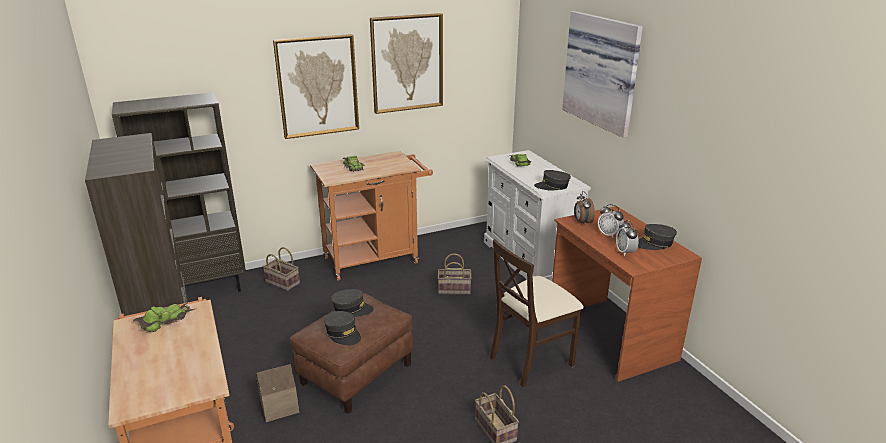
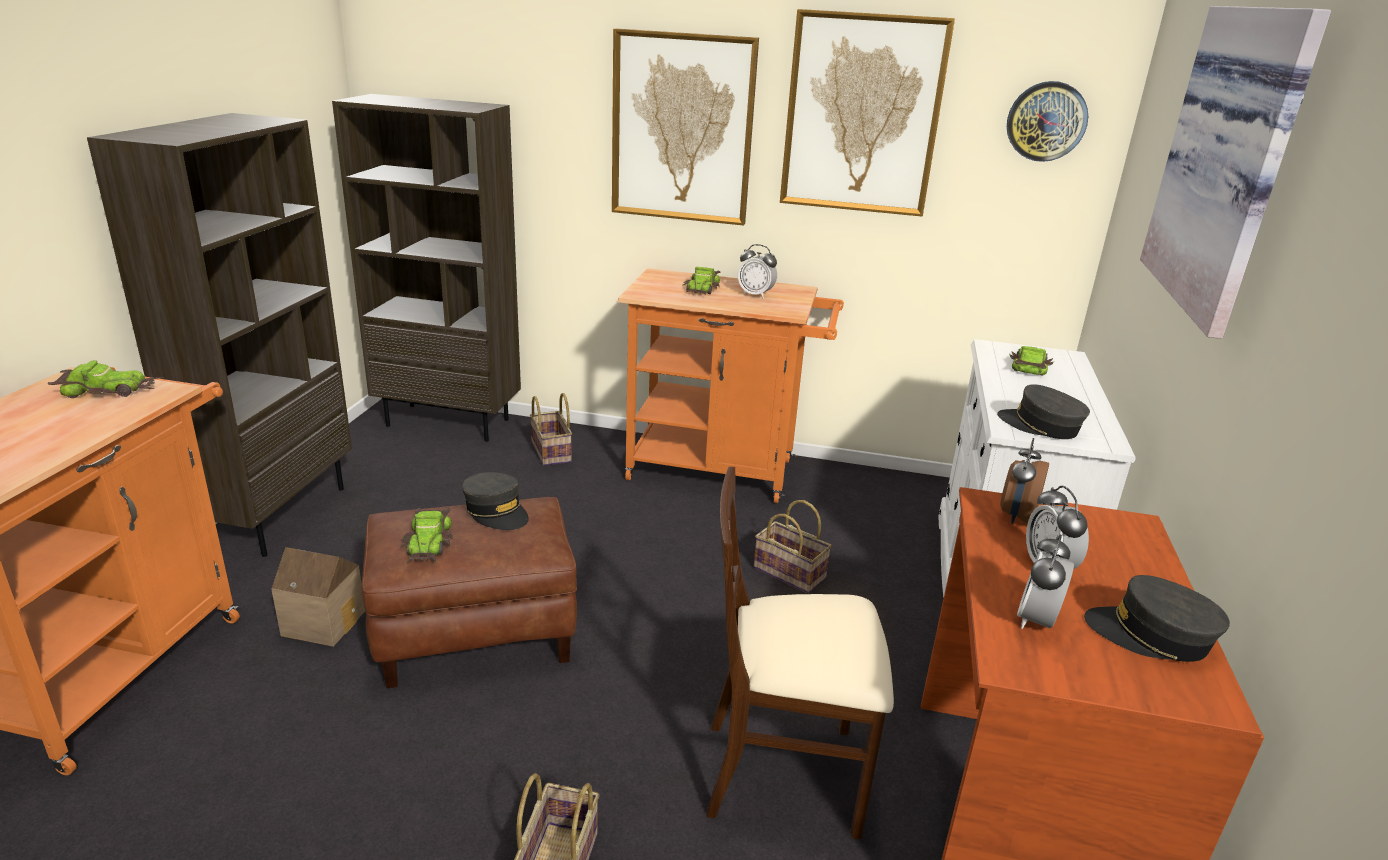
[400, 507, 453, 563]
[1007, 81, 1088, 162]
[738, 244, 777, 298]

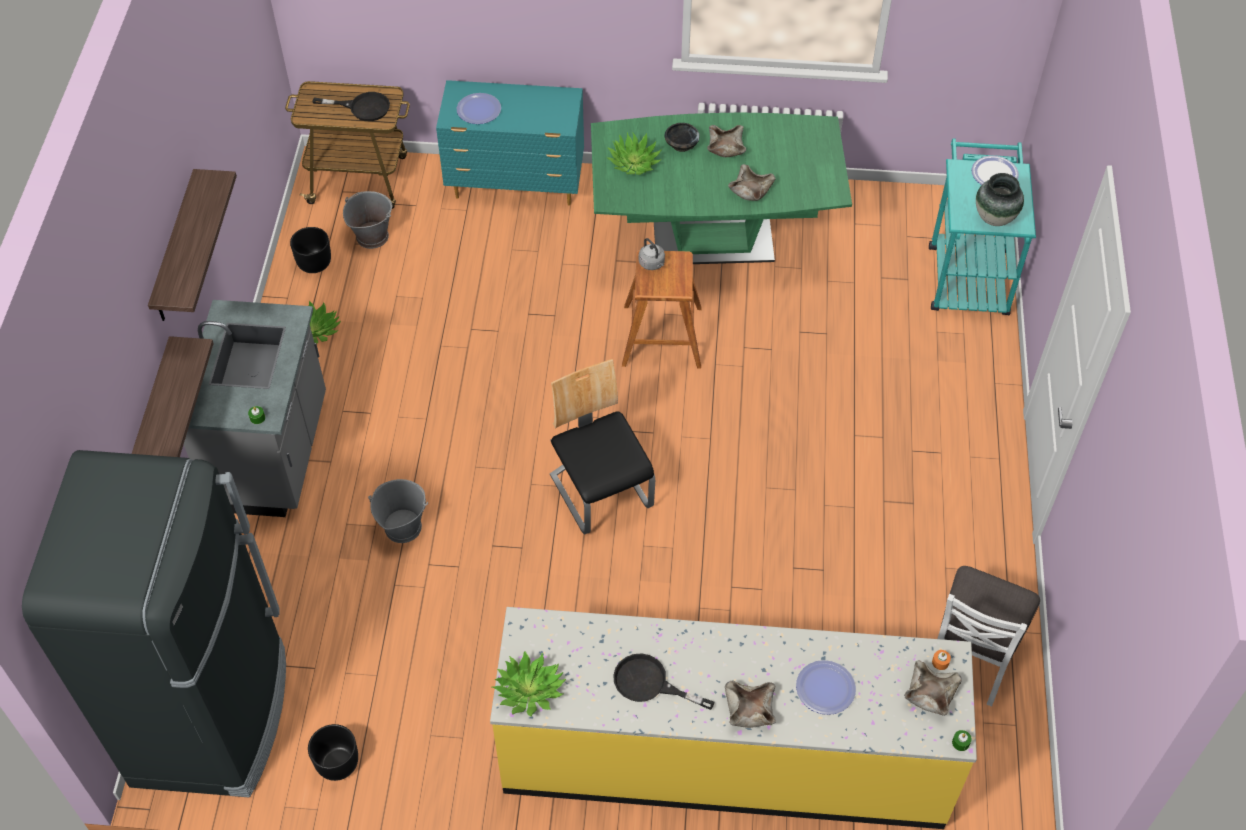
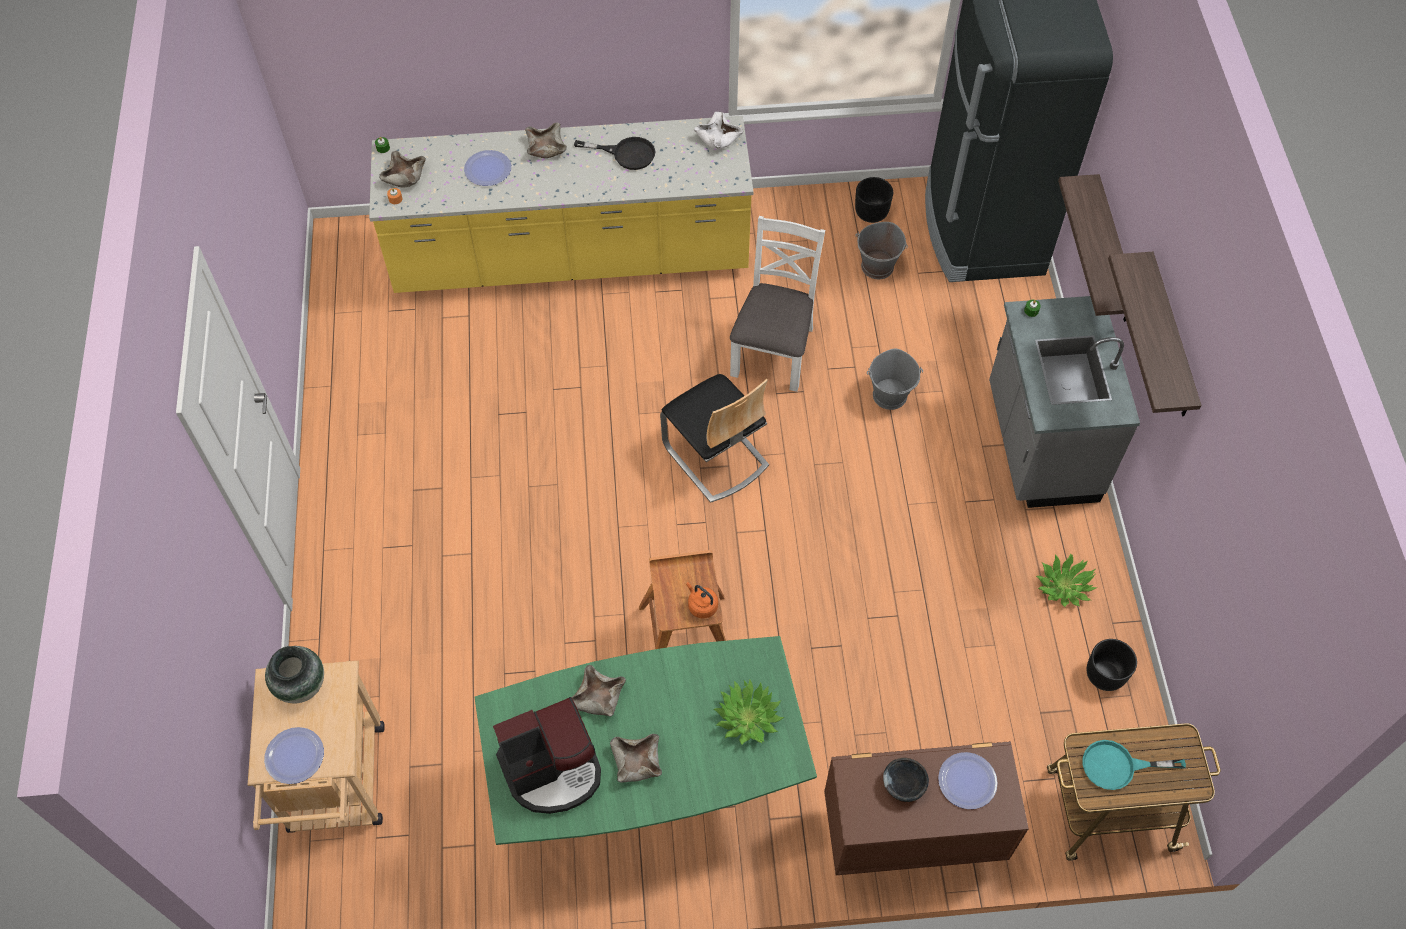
[824, 741, 1029, 875]
[1083, 740, 1186, 790]
[883, 758, 929, 802]
[248, 661, 385, 833]
[855, 222, 908, 279]
[686, 582, 718, 618]
[730, 216, 825, 392]
[694, 112, 743, 149]
[493, 697, 601, 814]

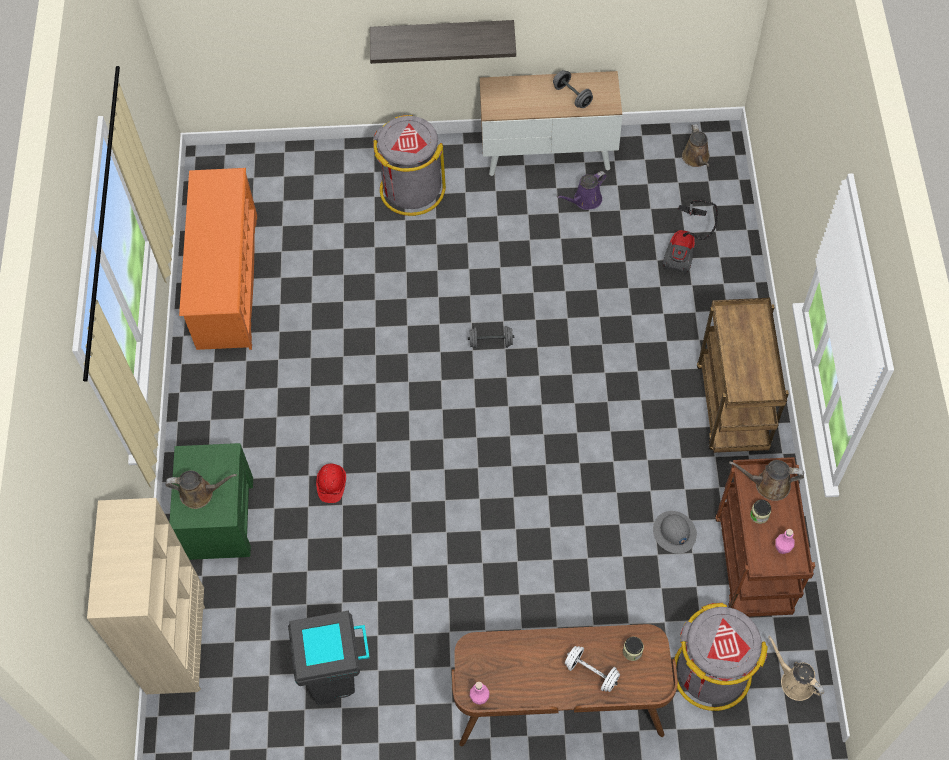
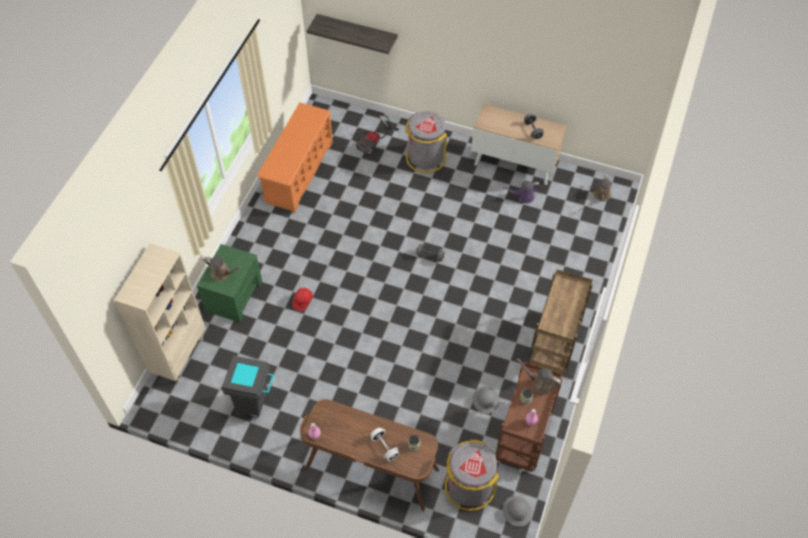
[307, 14, 398, 54]
[356, 113, 399, 155]
[502, 496, 532, 527]

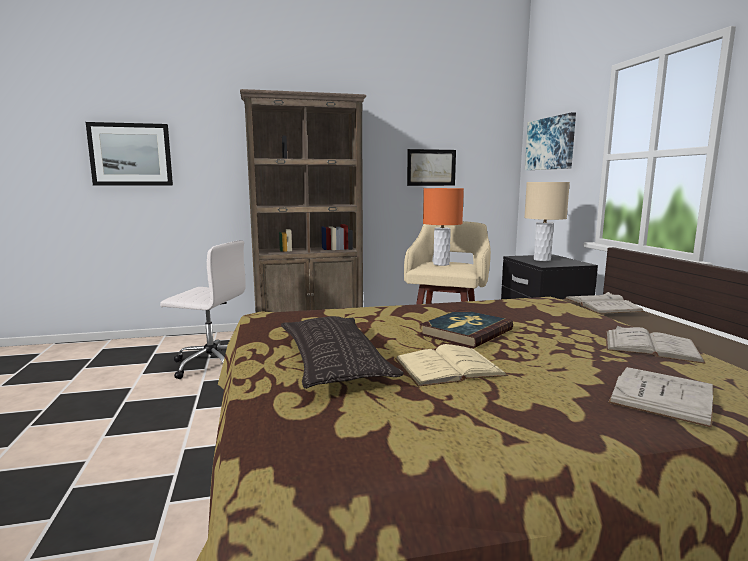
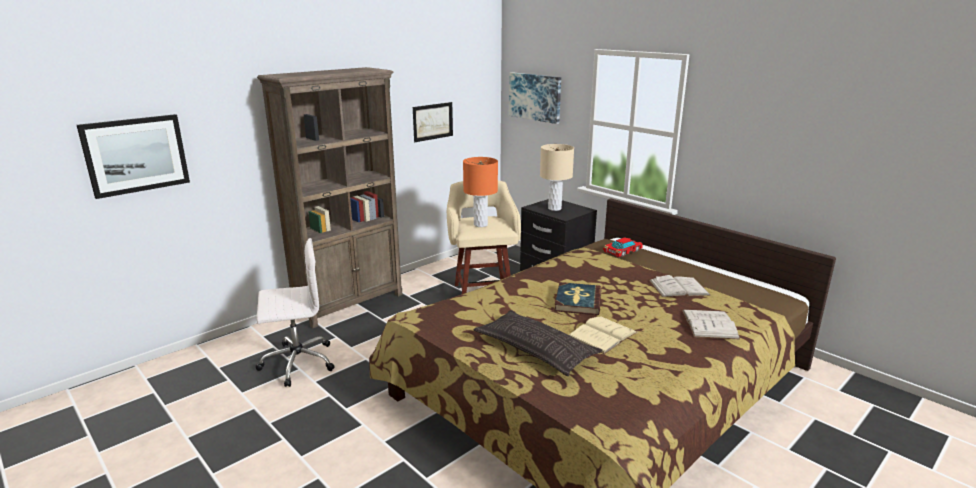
[603, 237, 643, 257]

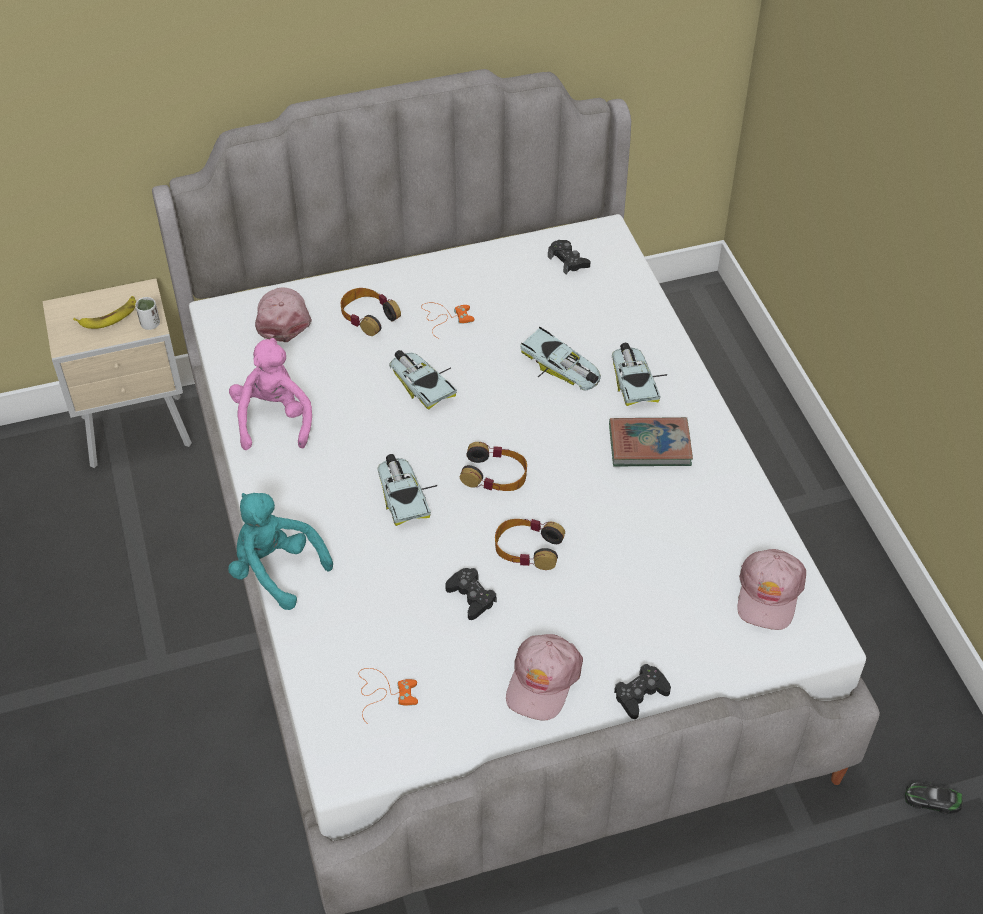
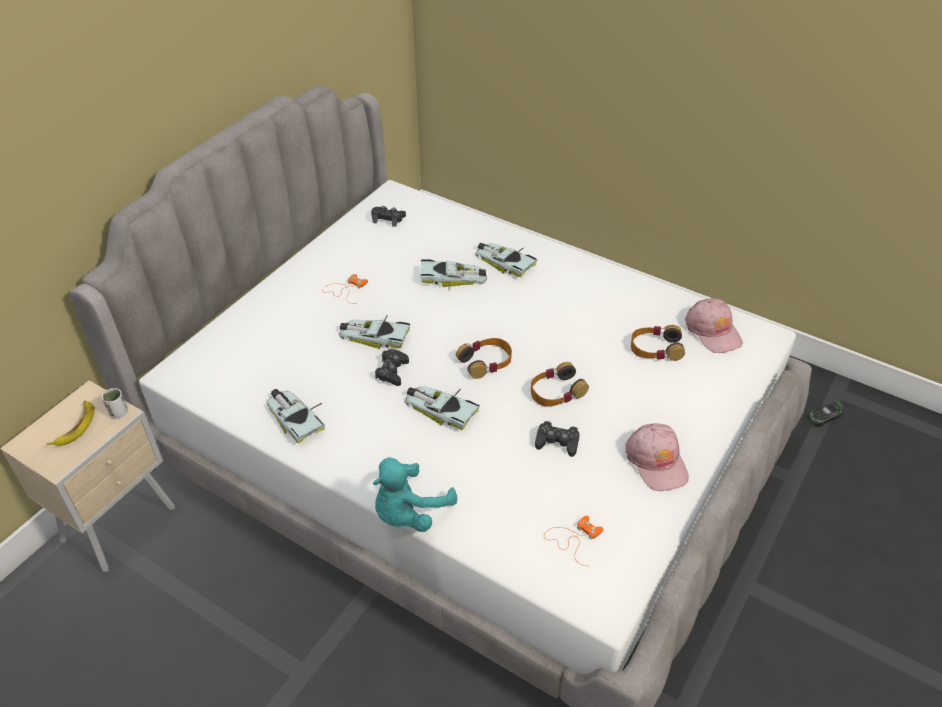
[255, 288, 312, 342] (first image)
[631, 325, 685, 361]
[266, 389, 325, 444]
[609, 417, 693, 467] (first image)
[373, 458, 457, 532]
[375, 349, 409, 386]

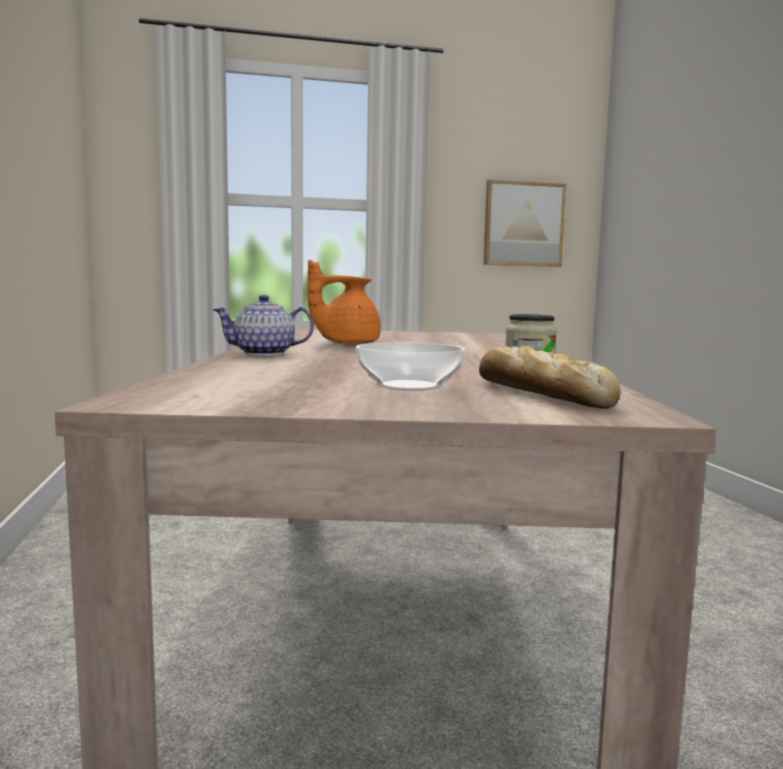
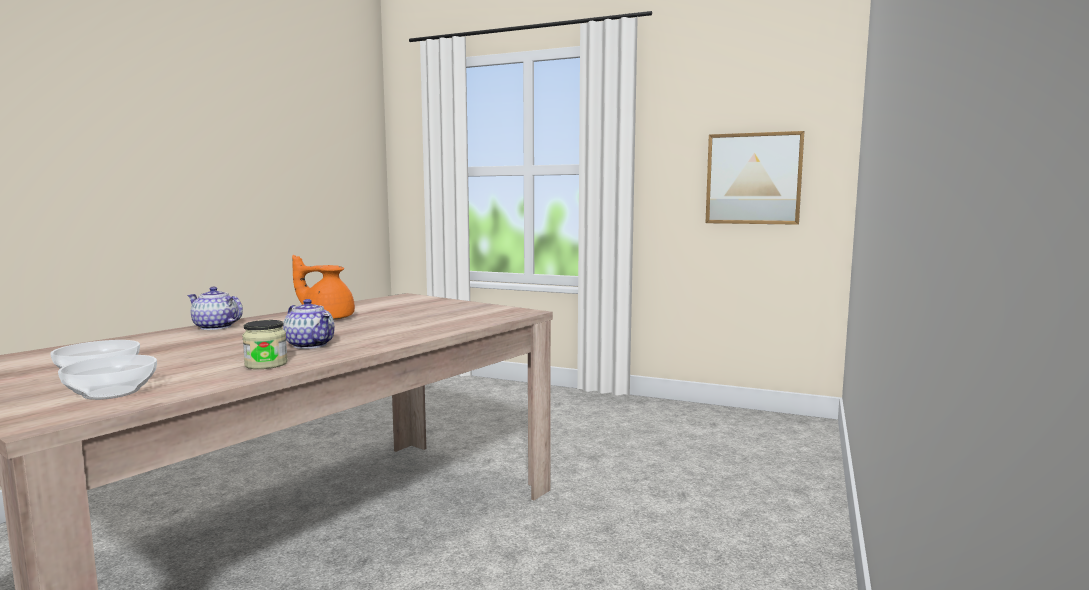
[58, 355, 157, 400]
[283, 299, 334, 349]

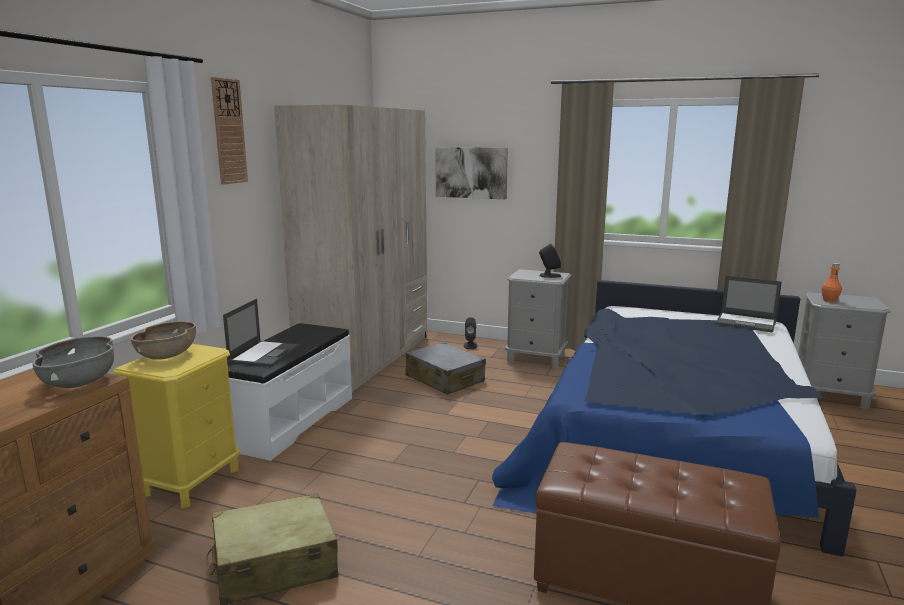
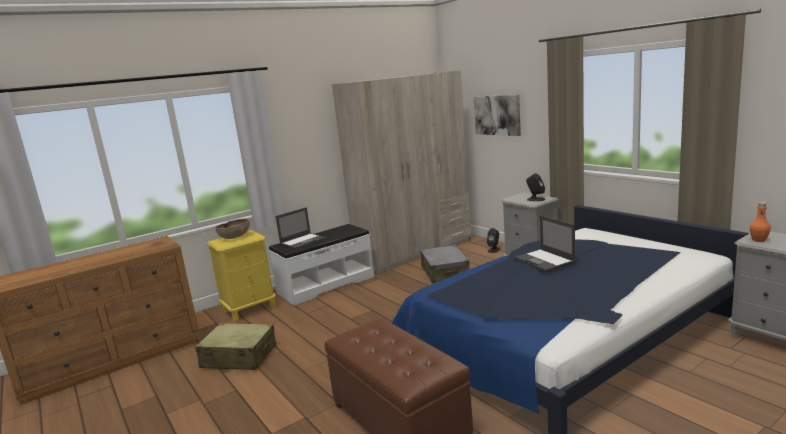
[211, 77, 248, 185] (first image)
[514, 216, 576, 272]
[32, 336, 114, 388] (first image)

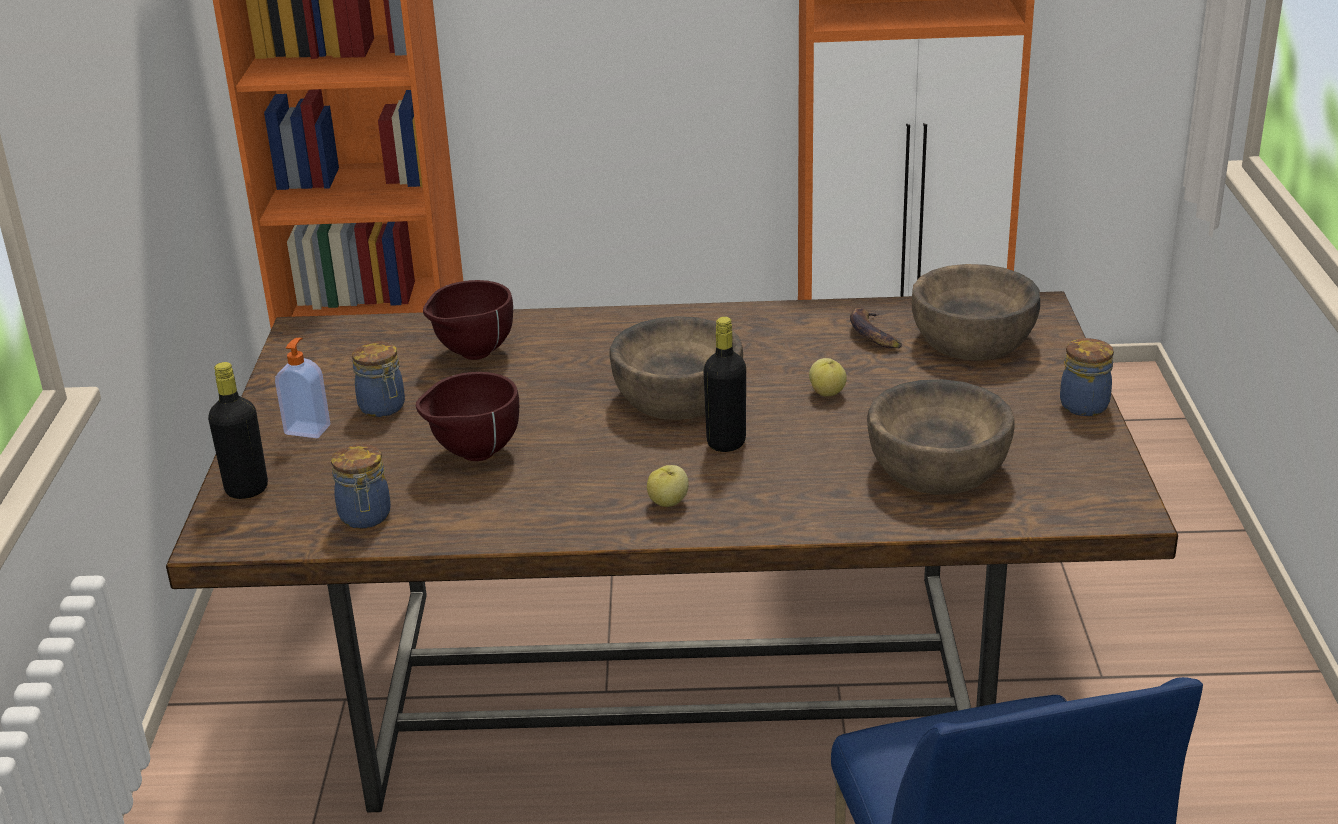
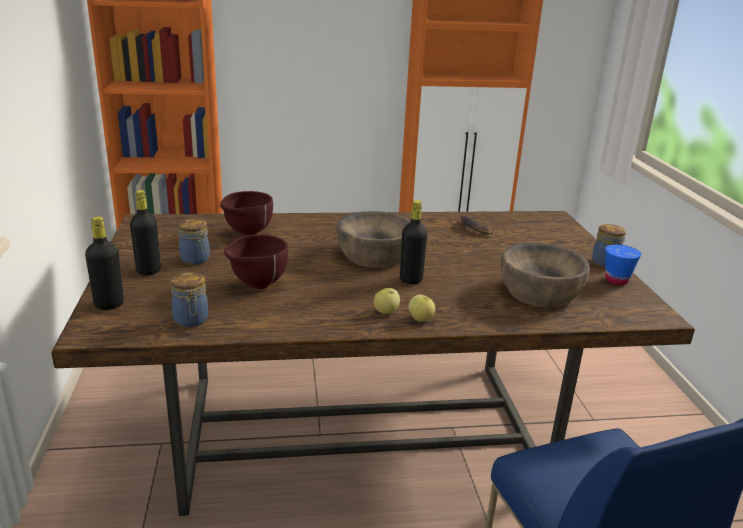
[912, 264, 1040, 361] (first image)
[130, 190, 161, 276]
[409, 295, 435, 322]
[605, 244, 641, 285]

